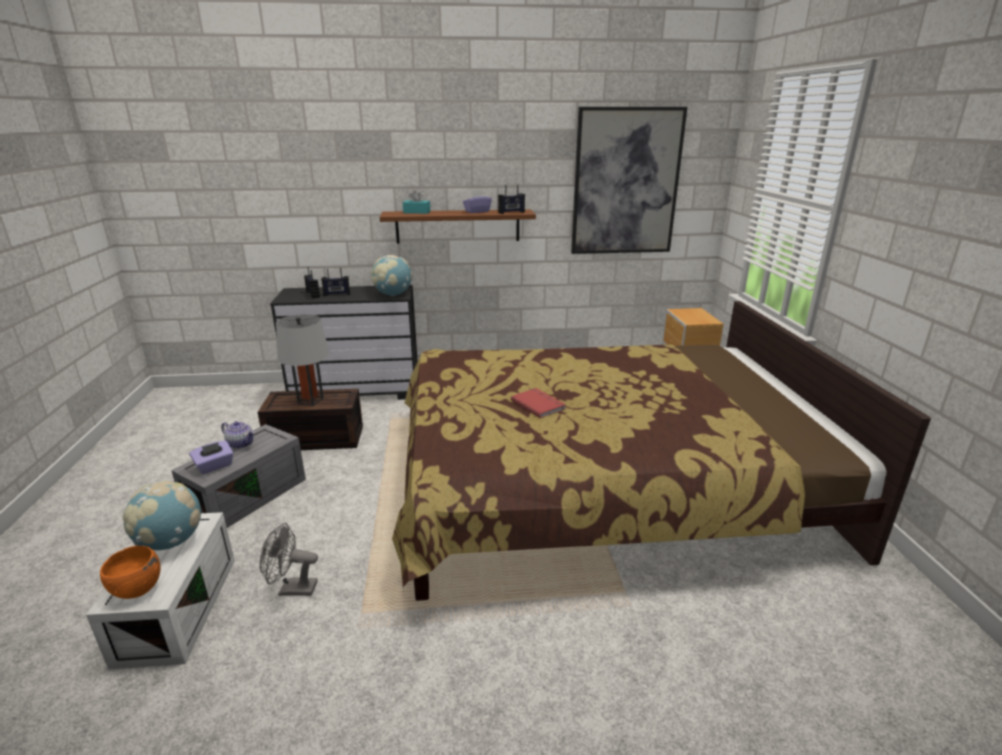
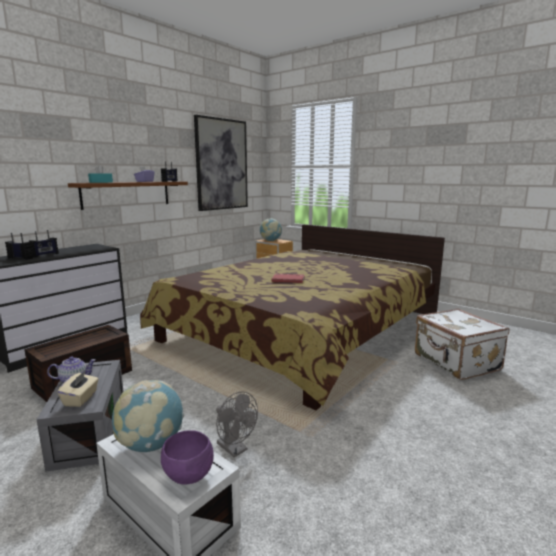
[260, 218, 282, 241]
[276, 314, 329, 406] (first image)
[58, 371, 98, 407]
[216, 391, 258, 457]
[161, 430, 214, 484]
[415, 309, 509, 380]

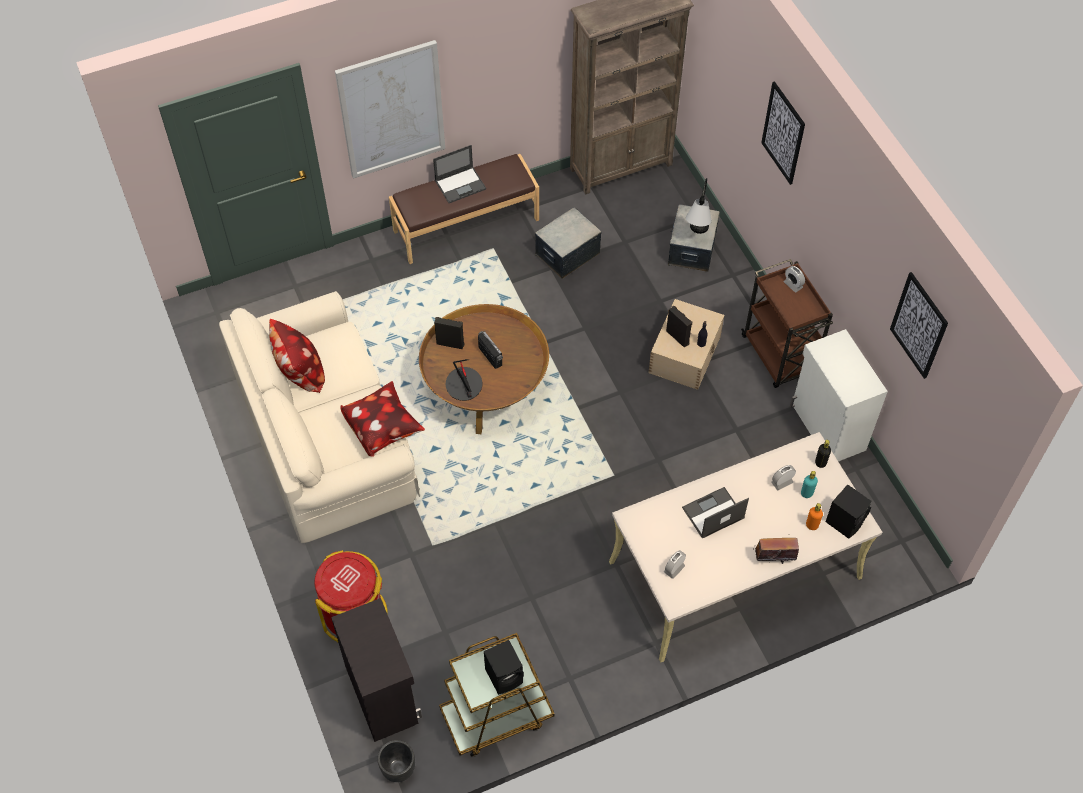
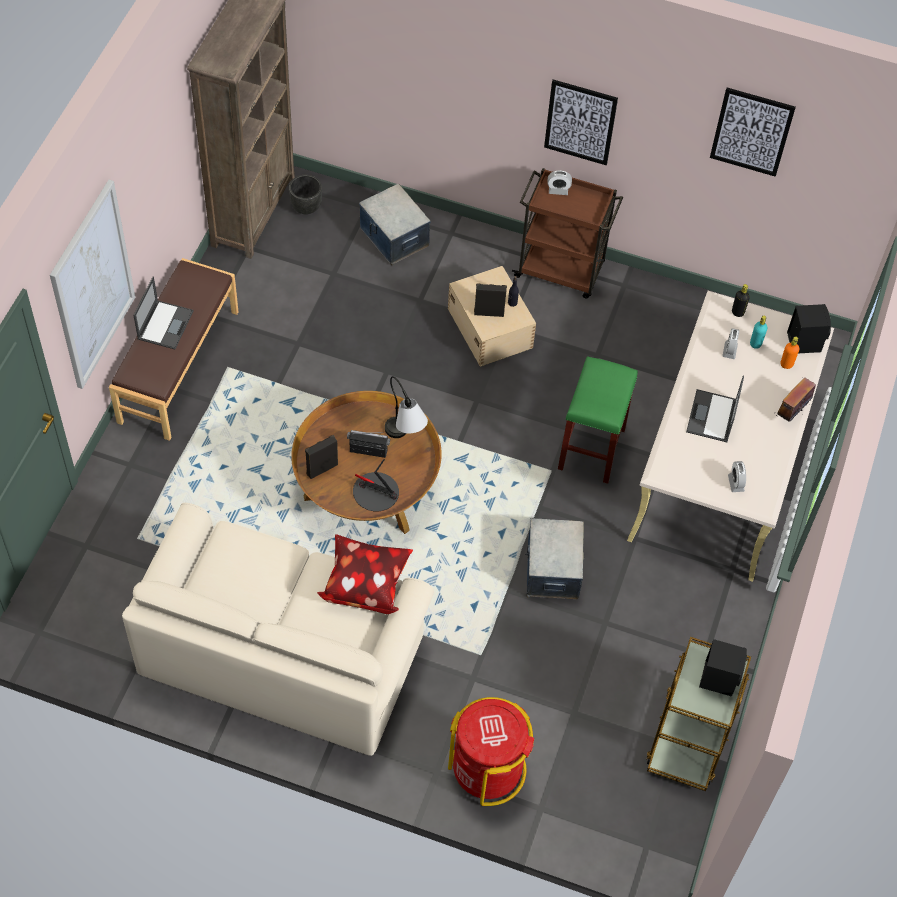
[544, 79, 618, 165]
[385, 376, 428, 438]
[525, 518, 584, 599]
[269, 319, 325, 393] (first image)
[790, 329, 888, 461] (first image)
[331, 598, 422, 742] (first image)
[289, 175, 322, 215]
[558, 356, 638, 484]

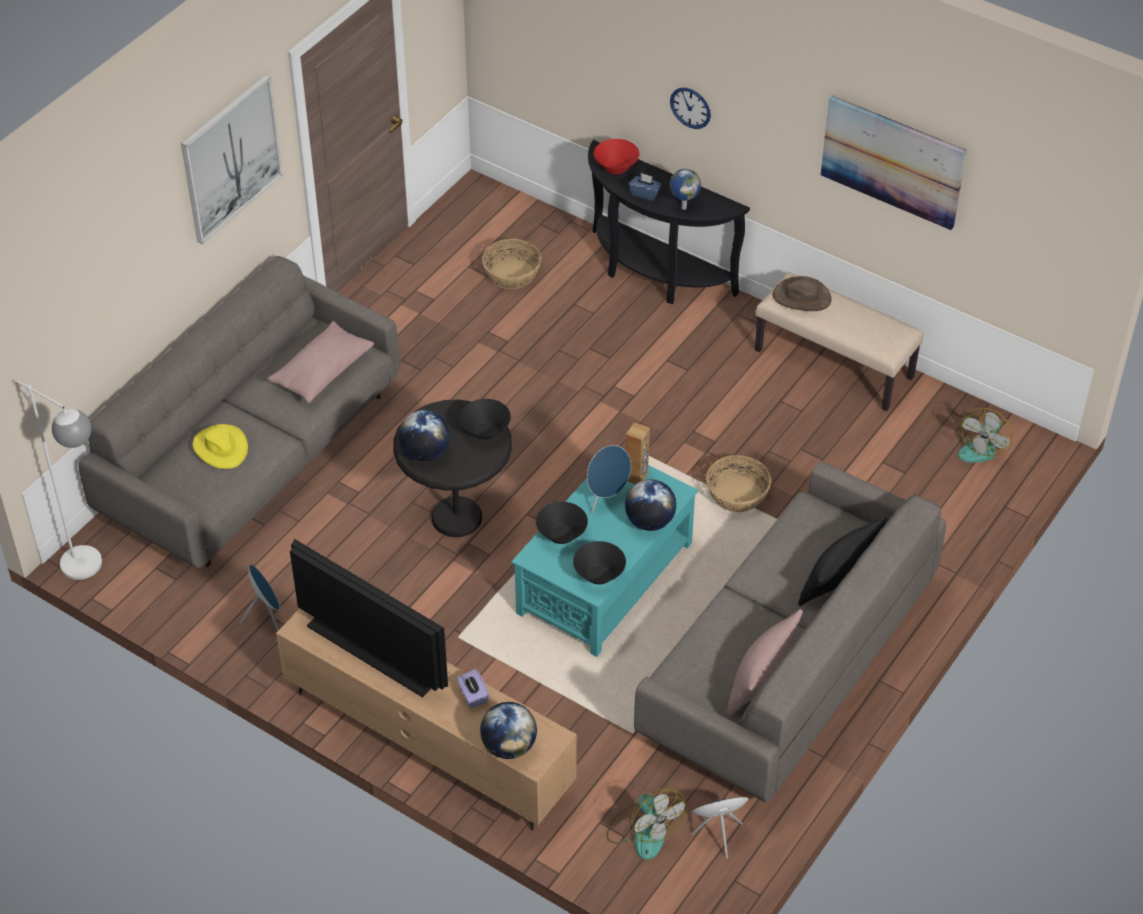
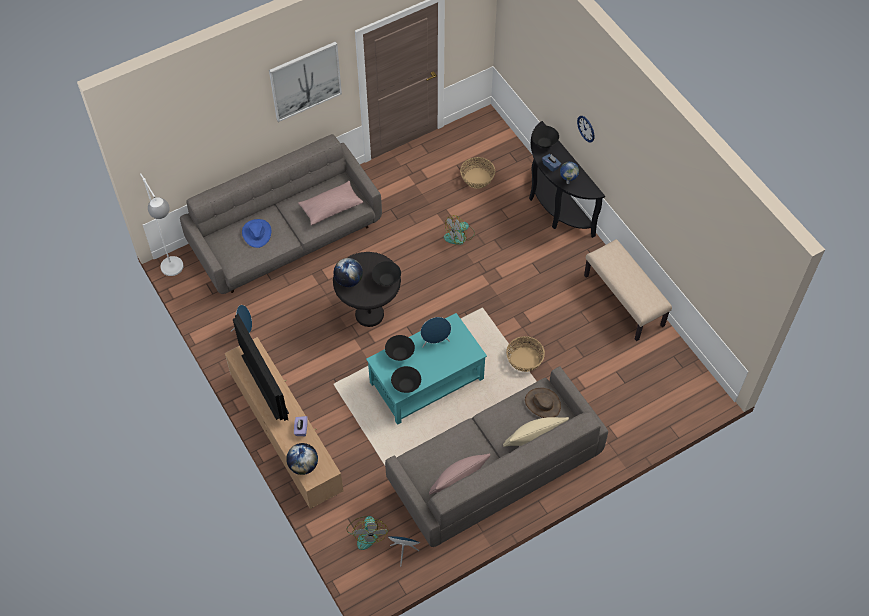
[821, 96, 967, 230] (first image)
[532, 126, 559, 148]
[525, 388, 561, 418]
[444, 215, 475, 245]
[625, 423, 650, 484] (first image)
[242, 219, 271, 248]
[625, 479, 676, 531] (first image)
[503, 417, 569, 447]

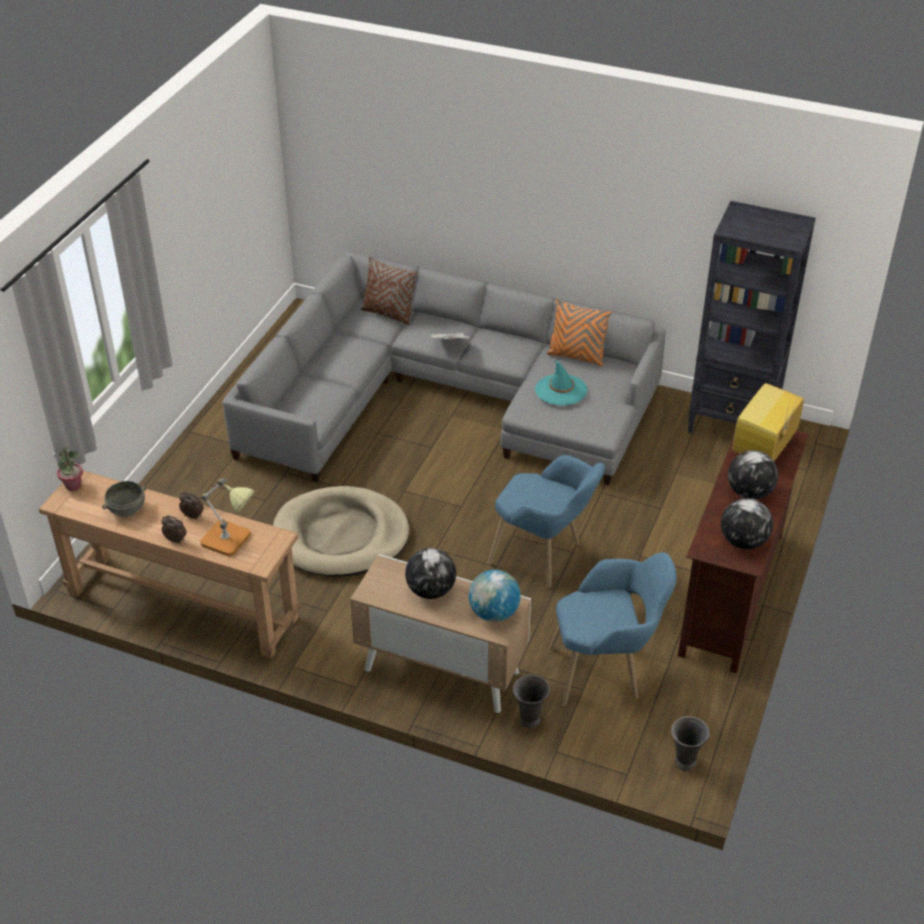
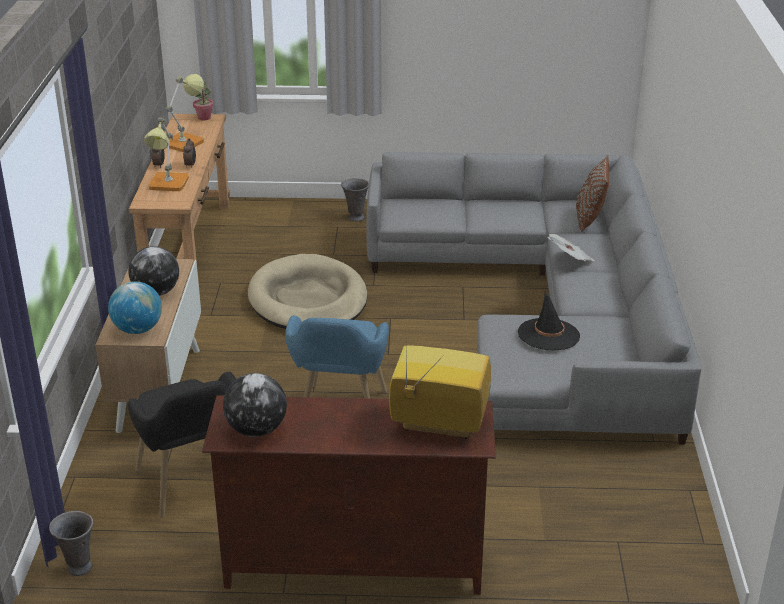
[688, 201, 816, 433] (first image)
[547, 299, 612, 366] (first image)
[518, 291, 580, 351]
[728, 450, 778, 500] (first image)
[165, 74, 204, 152]
[128, 372, 236, 518]
[341, 178, 369, 221]

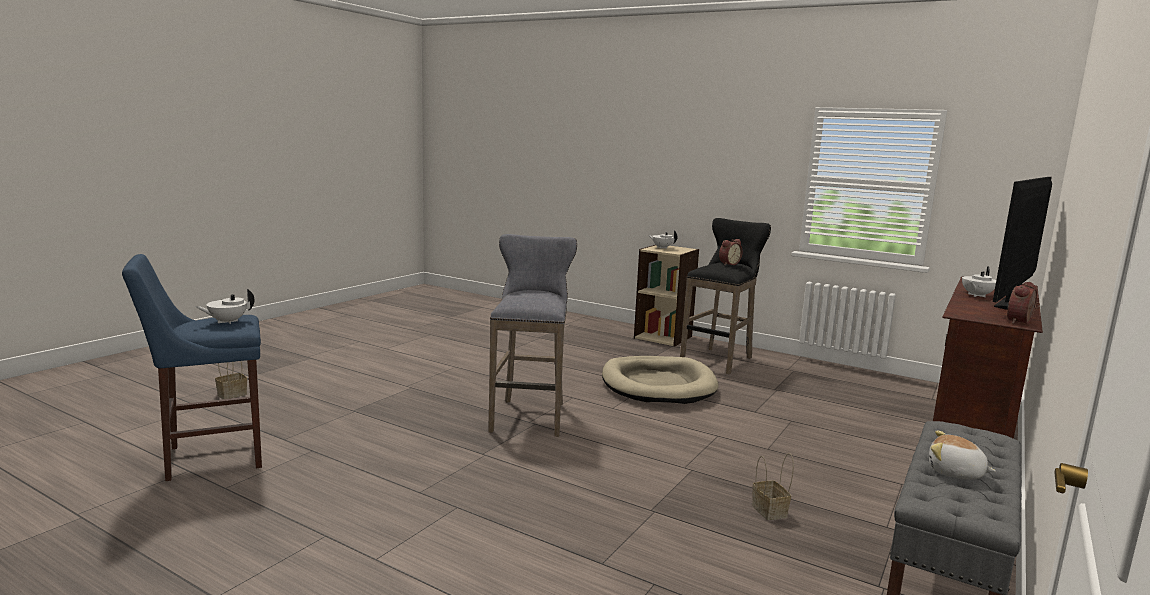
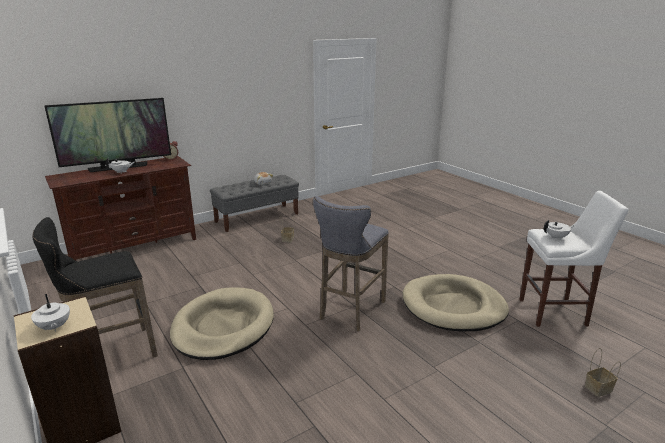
[719, 239, 743, 265] (first image)
[519, 191, 629, 327]
[402, 274, 509, 331]

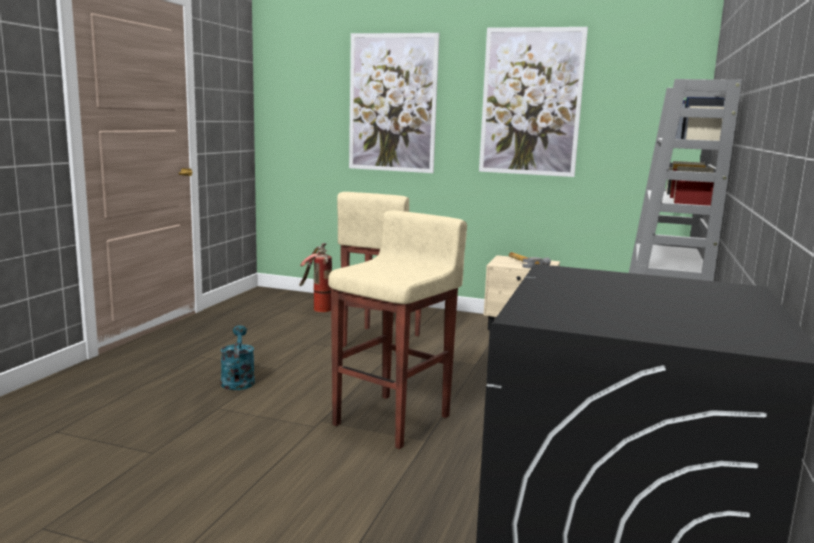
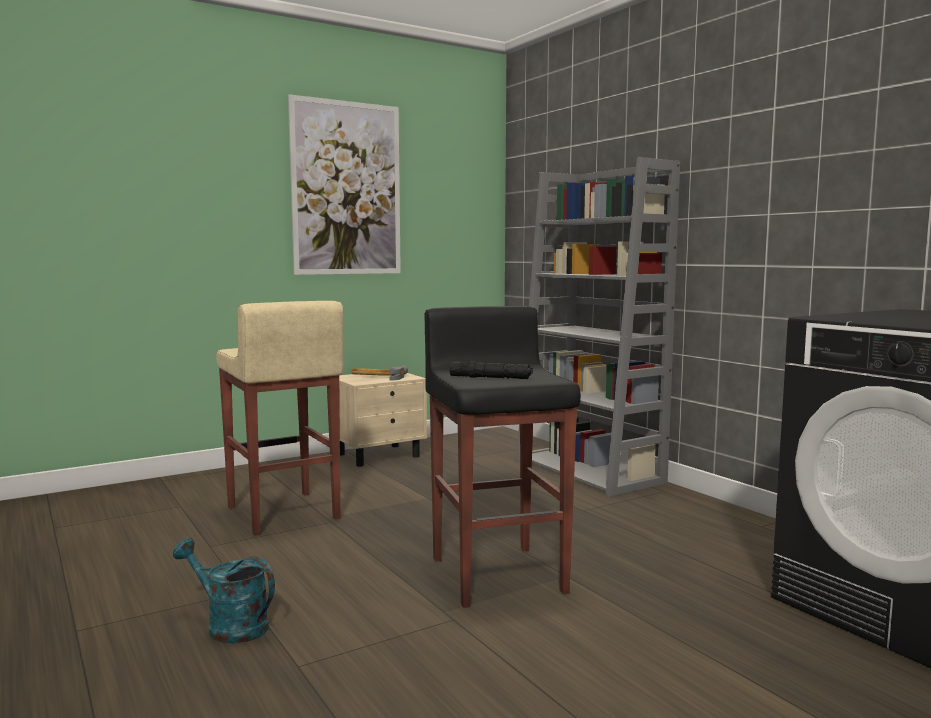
[349, 33, 439, 173] (first image)
[424, 306, 581, 608]
[299, 243, 332, 312] (first image)
[450, 362, 533, 379]

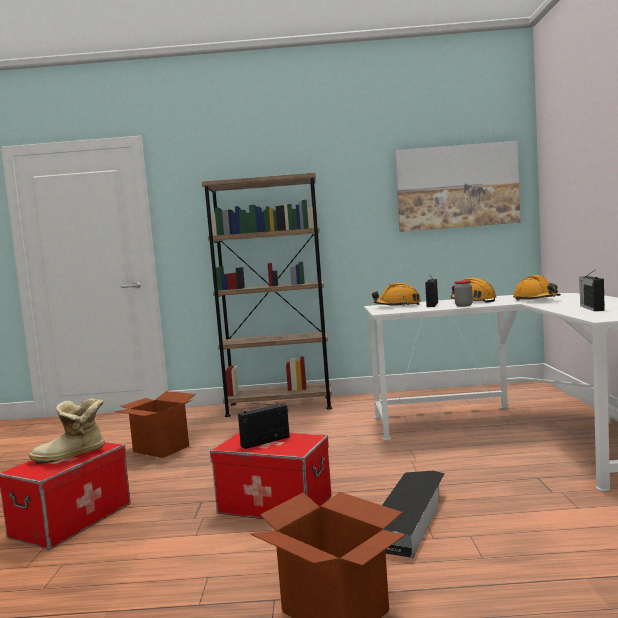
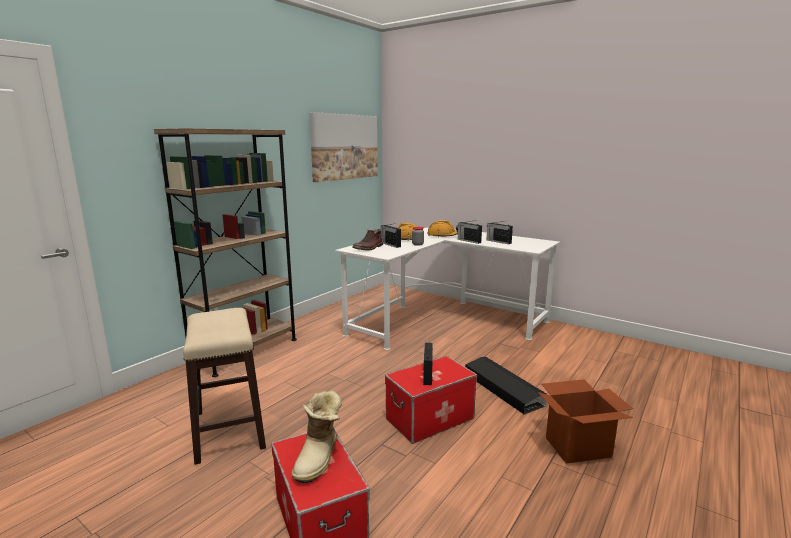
[352, 229, 383, 251]
[183, 308, 266, 465]
[458, 220, 482, 244]

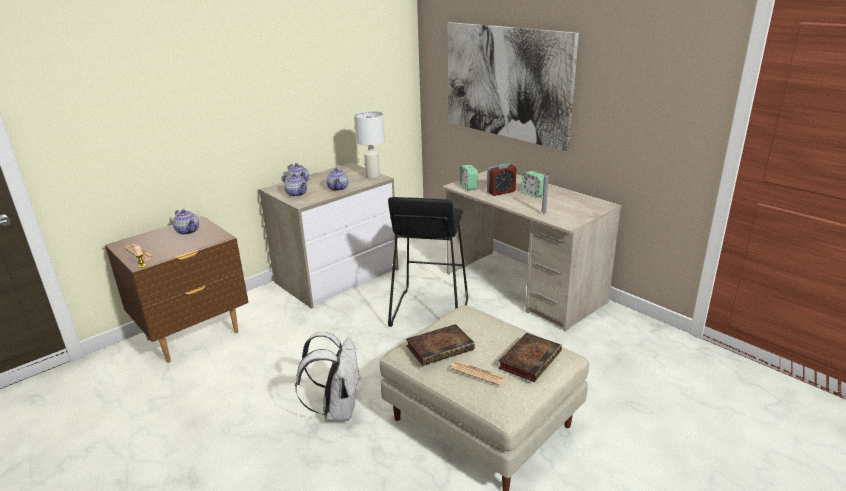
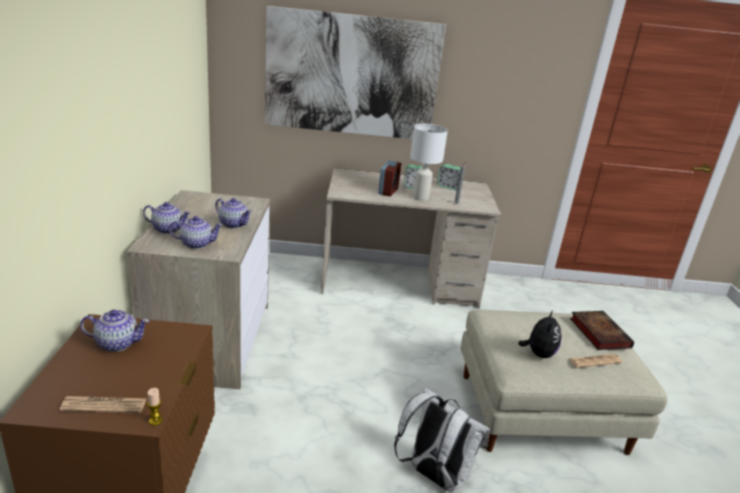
[410, 124, 448, 201]
[437, 164, 464, 190]
[388, 197, 468, 327] (first image)
[518, 311, 562, 358]

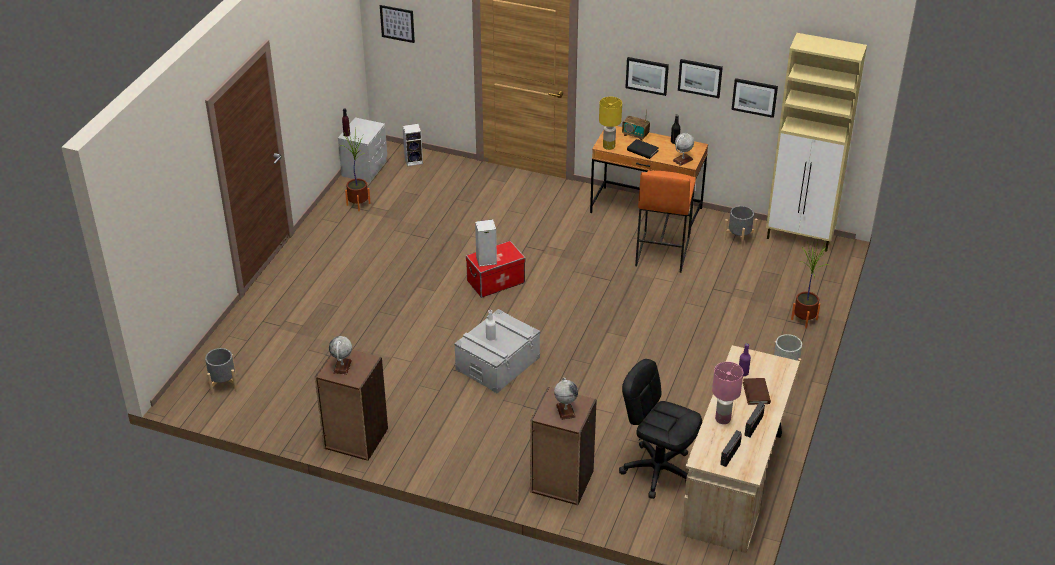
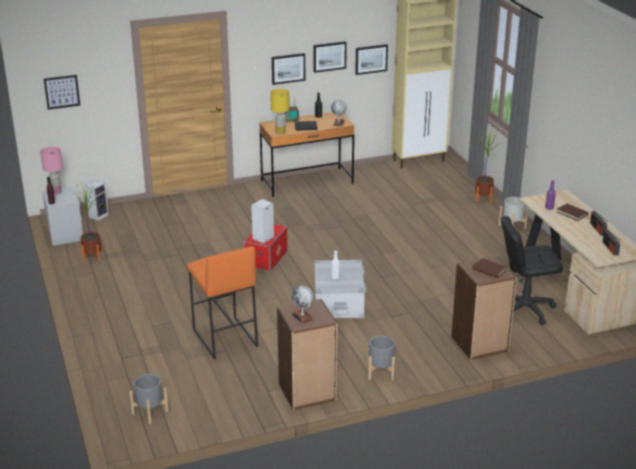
[187, 246, 258, 359]
[368, 336, 395, 380]
[40, 147, 63, 194]
[472, 258, 507, 278]

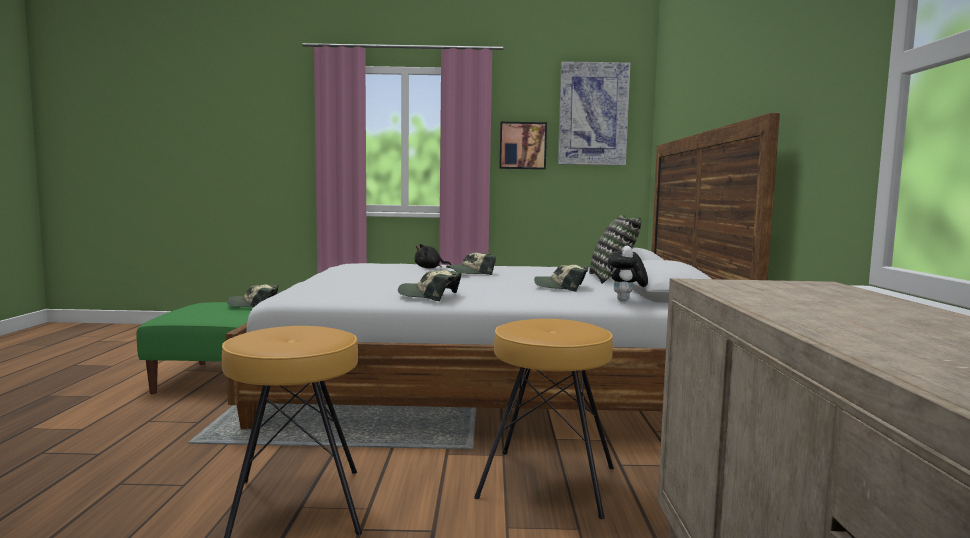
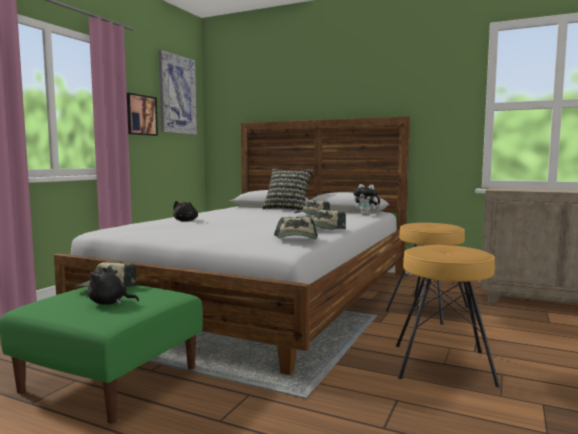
[274, 217, 318, 239]
[87, 268, 139, 305]

